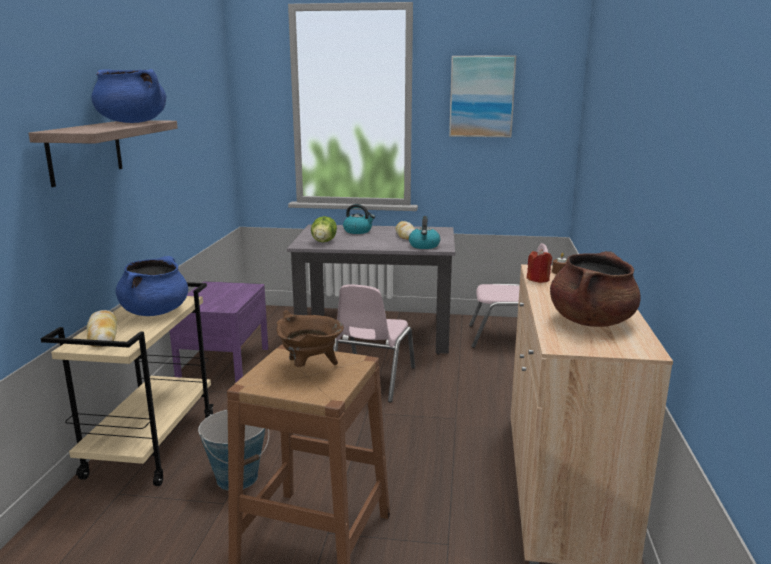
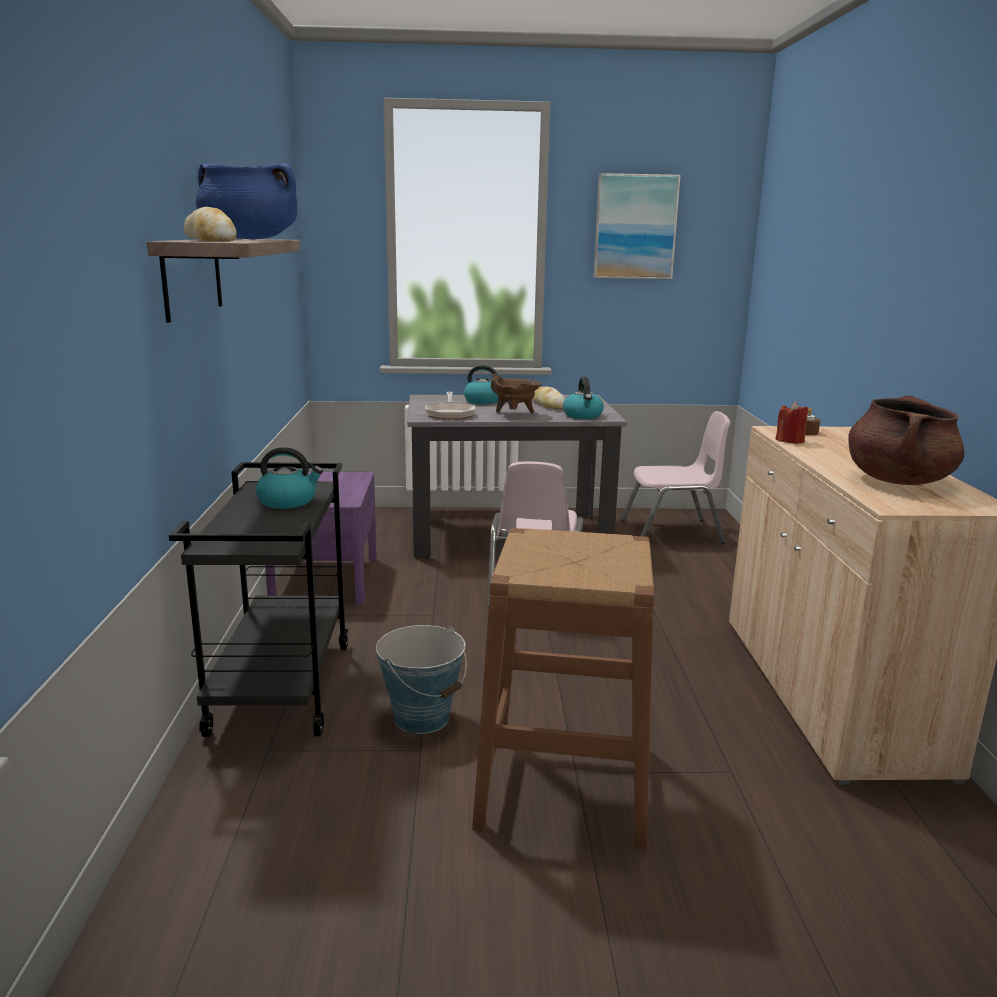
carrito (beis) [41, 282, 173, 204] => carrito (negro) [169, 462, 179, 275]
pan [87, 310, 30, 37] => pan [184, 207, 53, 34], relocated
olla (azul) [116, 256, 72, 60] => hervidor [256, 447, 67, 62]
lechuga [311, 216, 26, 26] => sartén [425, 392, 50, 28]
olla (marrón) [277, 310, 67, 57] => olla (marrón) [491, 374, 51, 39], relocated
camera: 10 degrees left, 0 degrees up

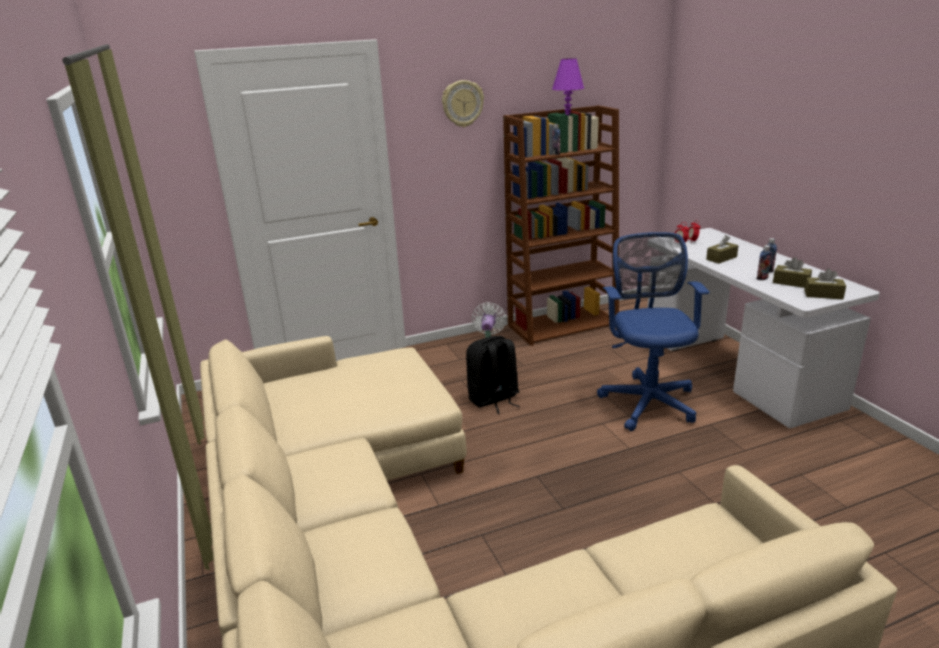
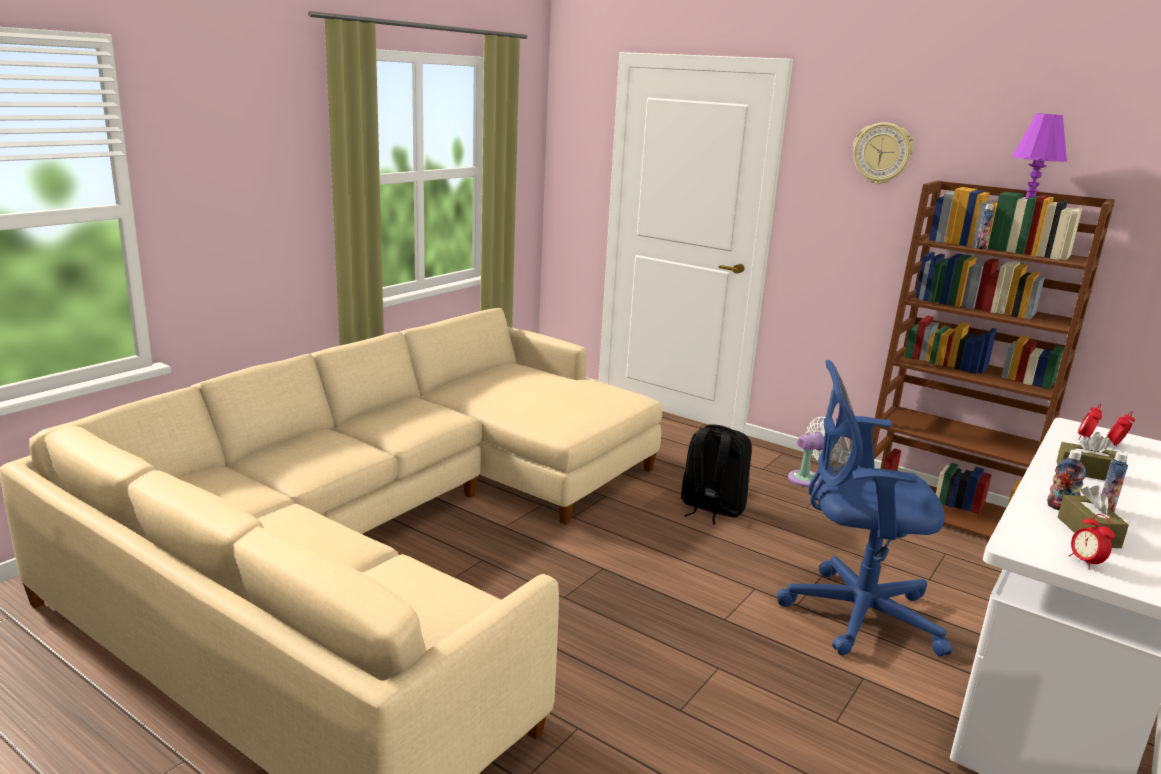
silla de oficina (azul) [597, 232, 113, 199] => silla de oficina (azul) [777, 360, 175, 297], 135 degrees counterclockwise
caja de pañuelos (marrón) [804, 269, 42, 30] => despertador [1069, 514, 46, 56]
camera: 55 degrees right, 5 degrees down

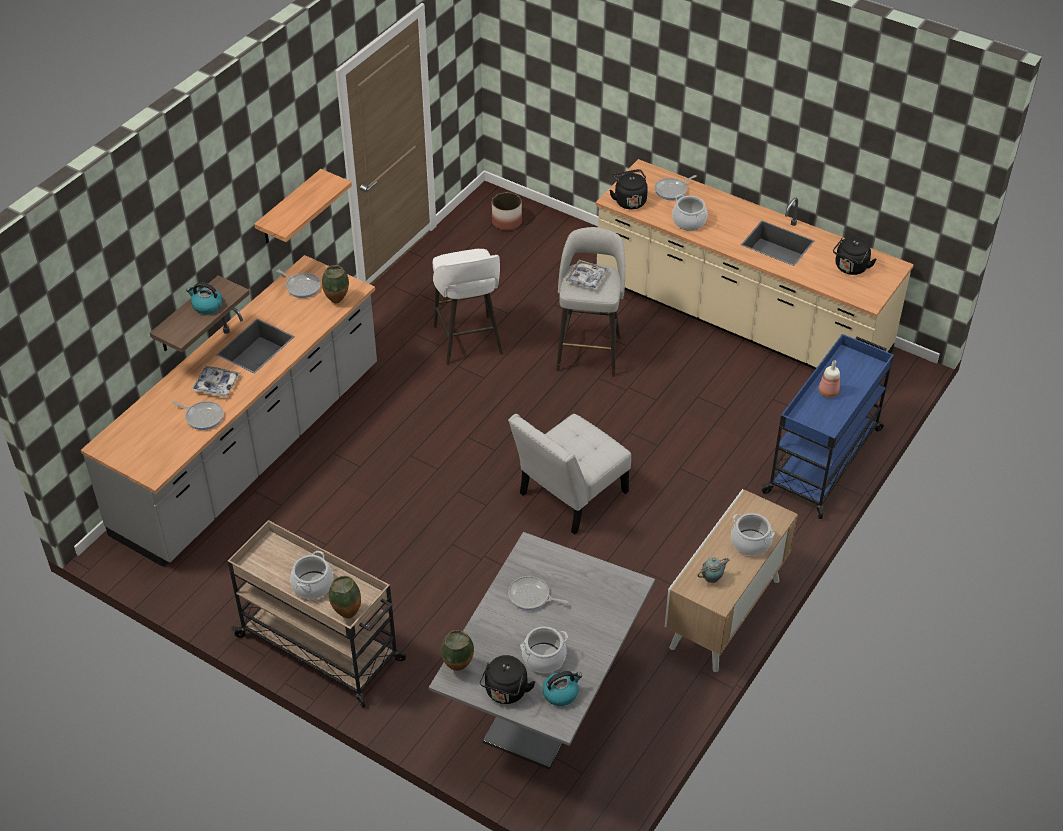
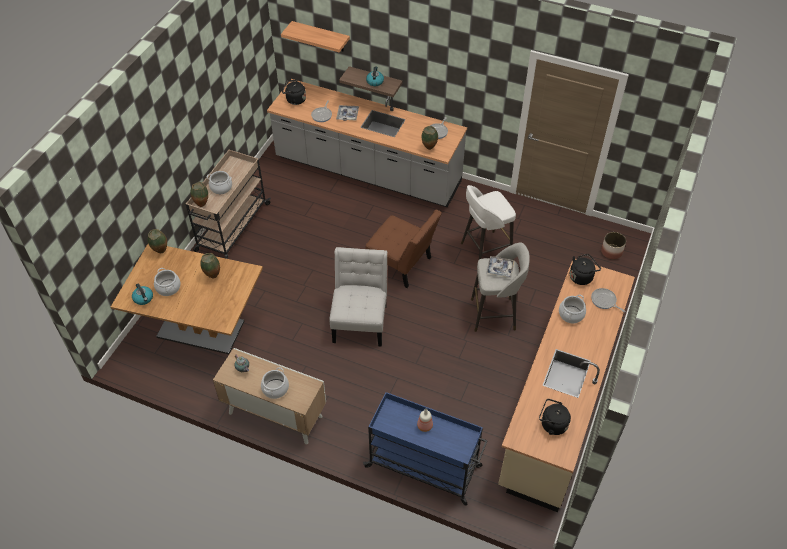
mesa de comedor (gris) [429, 532, 226, 238] => mesa de comedor (marrón) [111, 244, 152, 110]
sartén [508, 576, 60, 34] => florero [200, 253, 20, 26]
estante [254, 169, 98, 74] => estante [281, 21, 69, 31], relocated
hervidor (negro) [480, 655, 55, 49] => hervidor (negro) [282, 80, 24, 25], relocated
silla (blanco) [508, 414, 123, 121] => silla (blanco) [329, 247, 58, 100], 60 degrees clockwise
nothing => silla (marrón) [365, 210, 77, 78]
camera: 80 degrees right, 5 degrees up

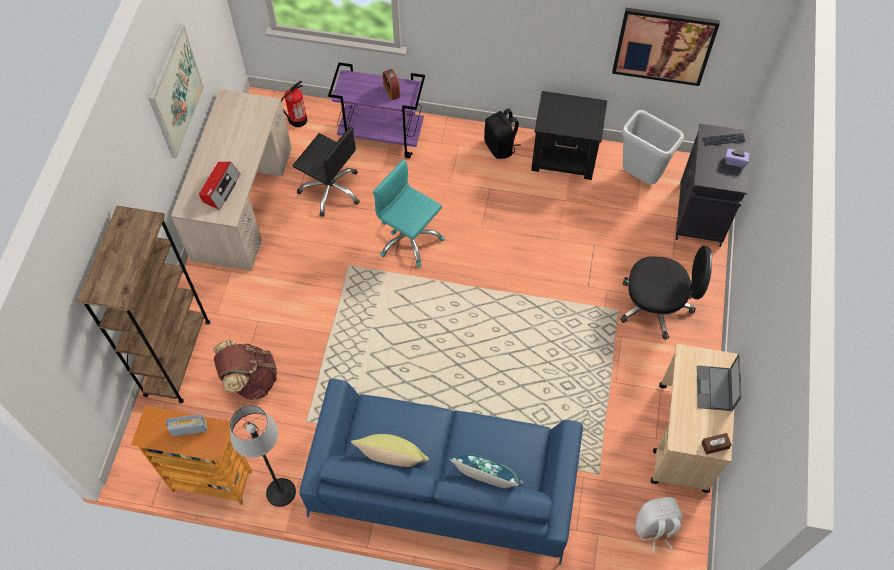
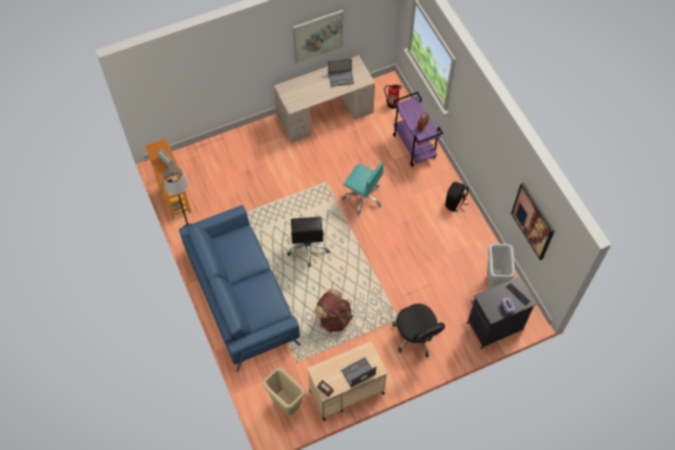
mochila (blanco) [635, 497, 48, 55] => papelera (beis) [262, 368, 43, 47]
silla de oficina (negro) [293, 127, 67, 90] => silla de oficina (negro) [287, 217, 43, 50], relocated
mochila (marrón) [213, 340, 64, 60] => mochila (marrón) [314, 289, 39, 43], relocated
nothing => portátil [328, 59, 26, 28]
silla de oficina (turquesa) [373, 159, 71, 108] => silla de oficina (turquesa) [341, 162, 43, 53], 120 degrees clockwise
estantería (marrón) [77, 206, 134, 197] => nothing
radio [199, 162, 41, 48] => nothing
cojín (amarillo) [351, 434, 78, 33] => nothing
cojín (azul) [450, 454, 73, 34] => nothing
mesita de noche (negro) [531, 91, 76, 89] => nothing
camera: 55 degrees right, 0 degrees up

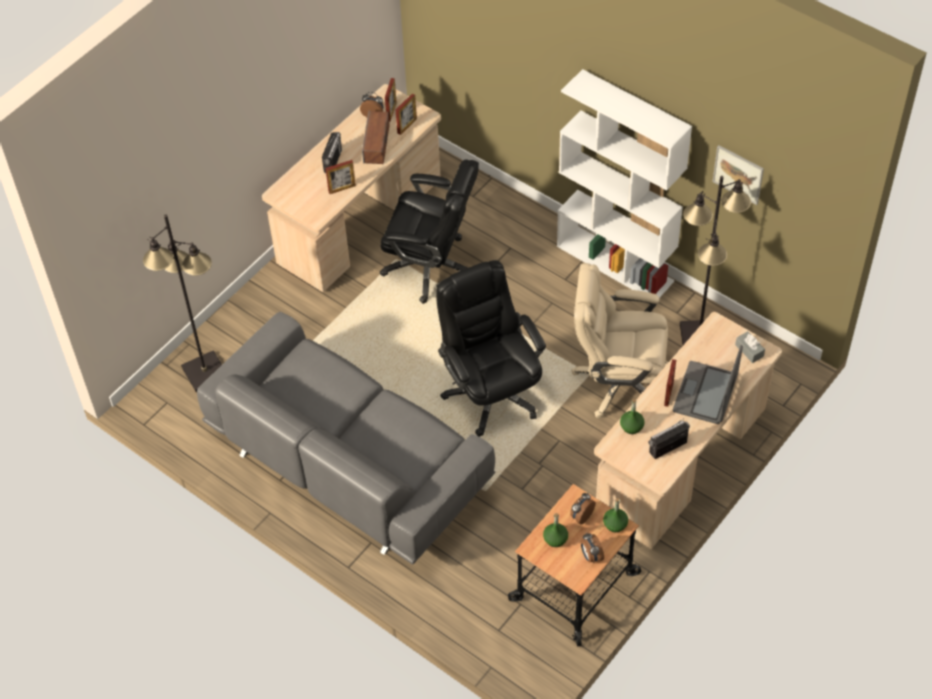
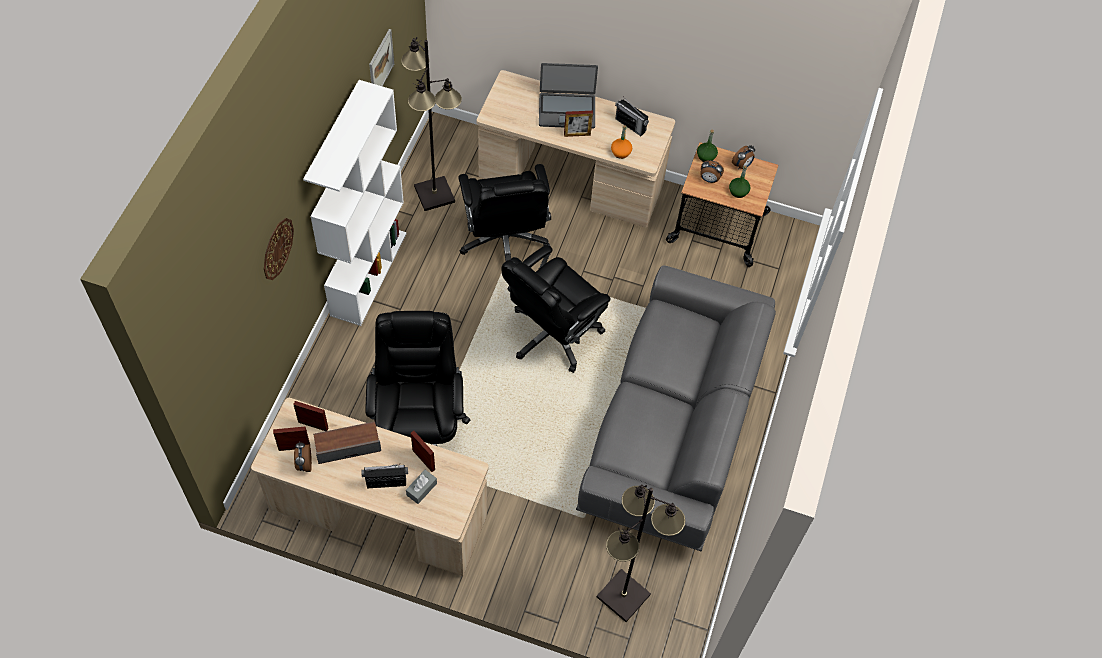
nothing => reloj de pared [264, 218, 30, 62]
caja de pañuelos (gris) [735, 331, 30, 32] => caja de pañuelos (gris) [406, 470, 31, 34], relocated
silla de oficina (beis) [572, 263, 96, 156] => silla de oficina (negro) [458, 164, 93, 97]
botella (verde) [620, 399, 25, 35] => botella (naranja) [611, 125, 21, 34]
camera: 115 degrees left, 5 degrees up

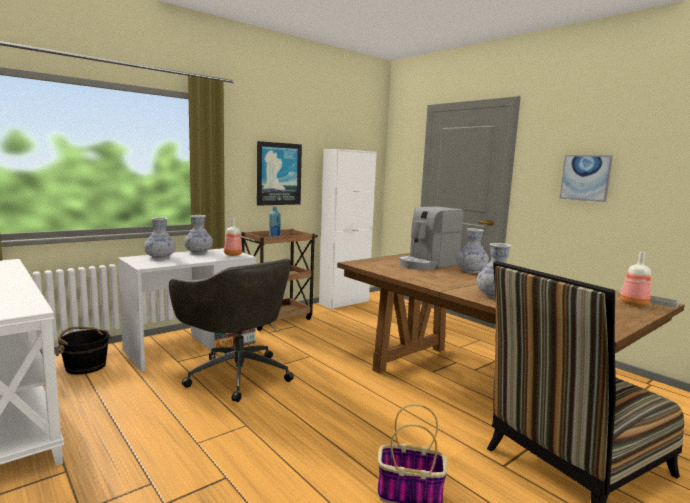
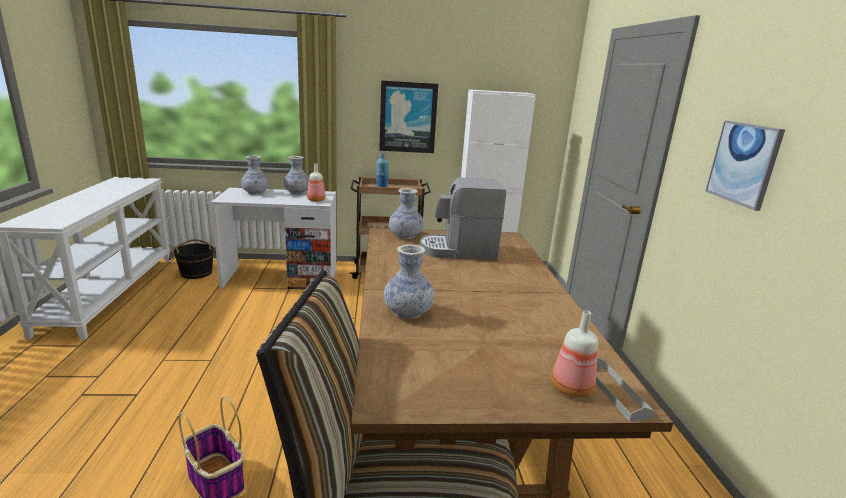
florero [456, 228, 33, 45] => florero [389, 188, 35, 51], relocated
silla de oficina (gris) [169, 259, 125, 143] => nothing
camera: 35 degrees right, 10 degrees up

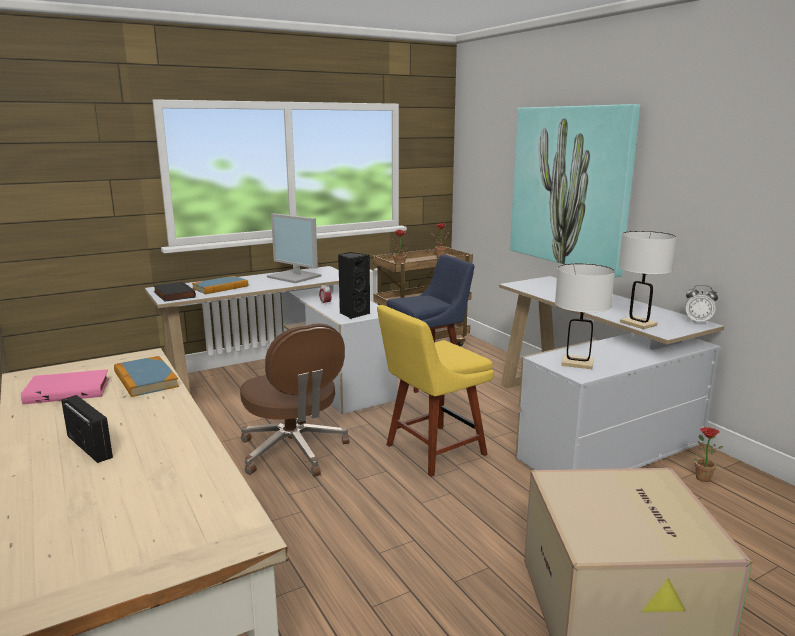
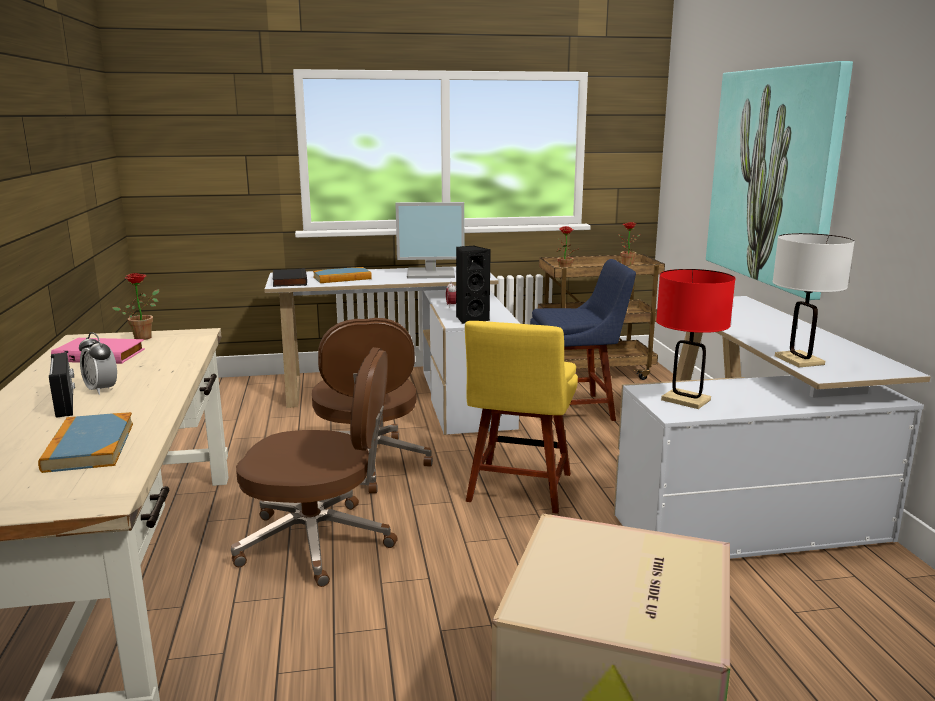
libro [114, 356, 65, 41] => libro [38, 412, 95, 61], relocated
despertador [686, 285, 32, 39] => despertador [79, 332, 38, 63], relocated
planta en maceta [694, 427, 29, 55] => planta en maceta [112, 273, 48, 67], relocated
nothing => silla de oficina (marrón) [231, 347, 167, 240]
monitor [267, 213, 55, 70] => monitor [395, 202, 69, 77], 60 degrees counterclockwise
silla (amarillo) [377, 305, 117, 172] => silla (amarillo) [465, 321, 113, 193], 60 degrees counterclockwise
lámpara de mesa (blanco) [555, 263, 60, 106] => lámpara de mesa (rojo) [656, 269, 79, 140]
camera: 20 degrees right, 0 degrees up

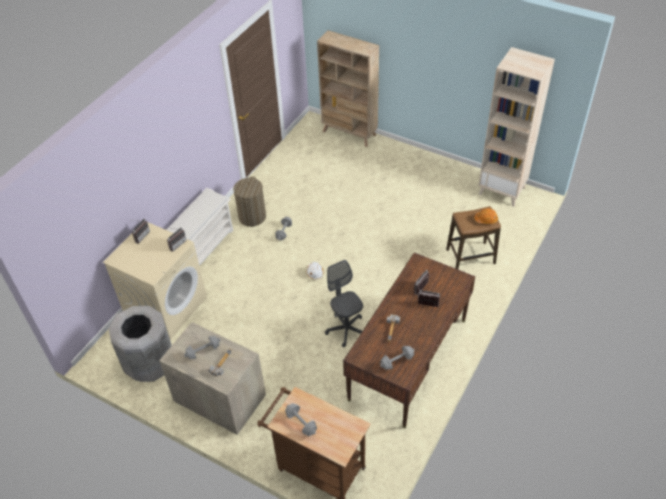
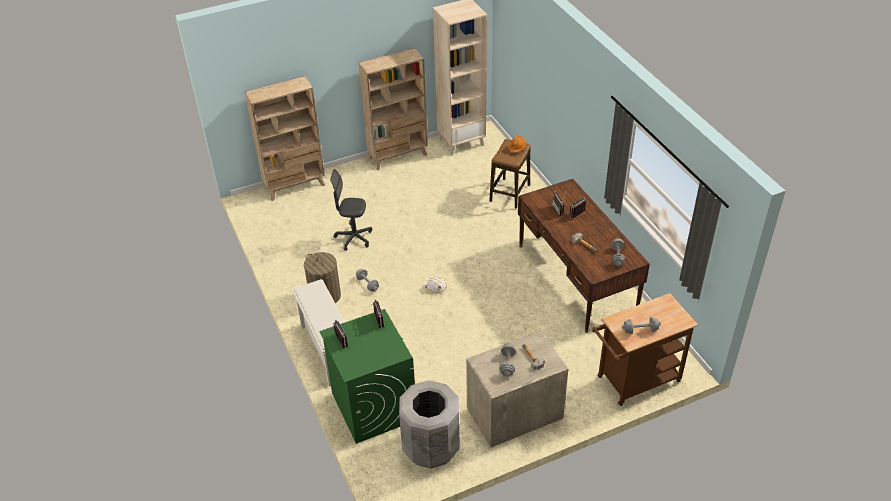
lavadora (beis) [103, 222, 104, 118] => lavadora (verde) [319, 309, 96, 135]
silla de oficina (gris) [325, 260, 38, 87] => silla de oficina (gris) [330, 169, 42, 82], relocated
nothing => estantería (beis) [359, 48, 69, 122]
camera: 55 degrees left, 5 degrees down

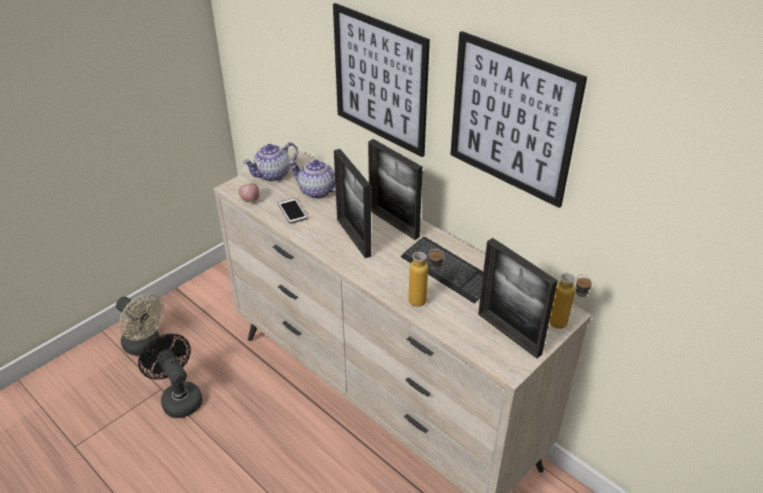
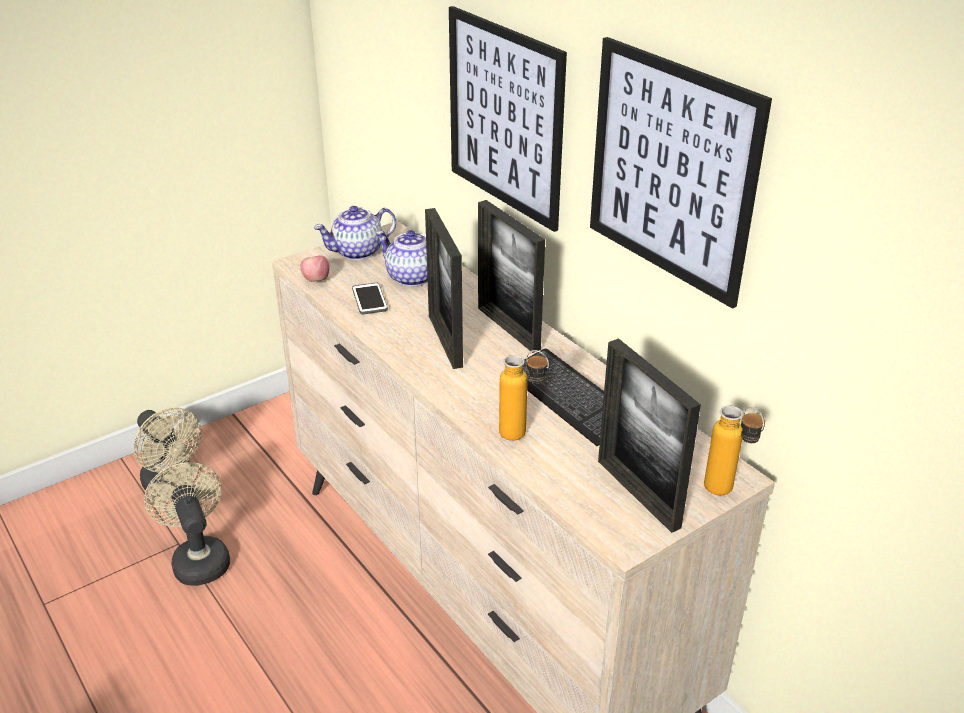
ventilador (negro) [138, 334, 64, 84] => ventilador (beis) [144, 462, 86, 124]
camera: 10 degrees right, 5 degrees down

